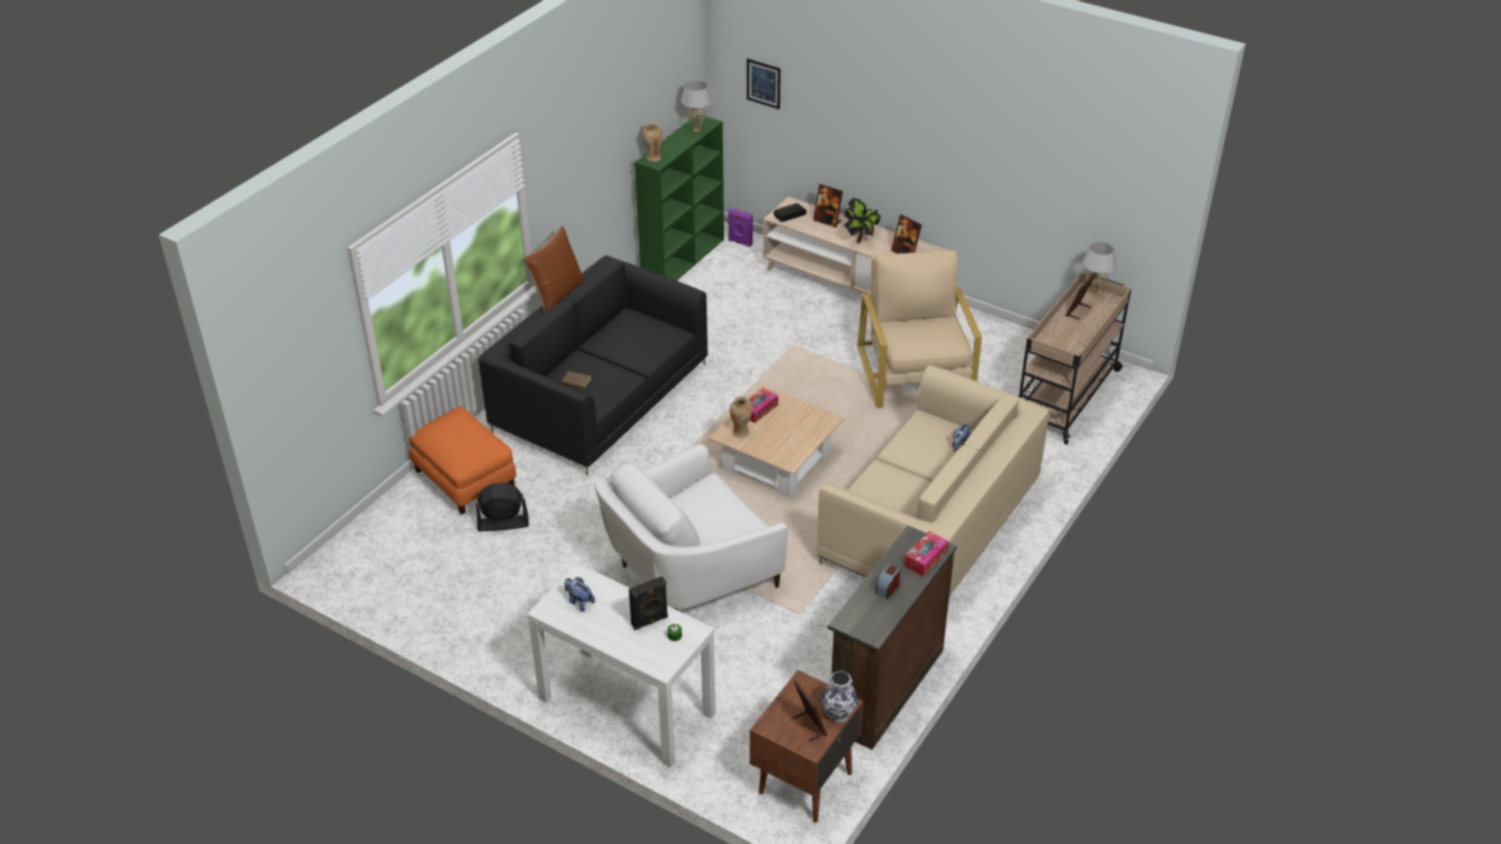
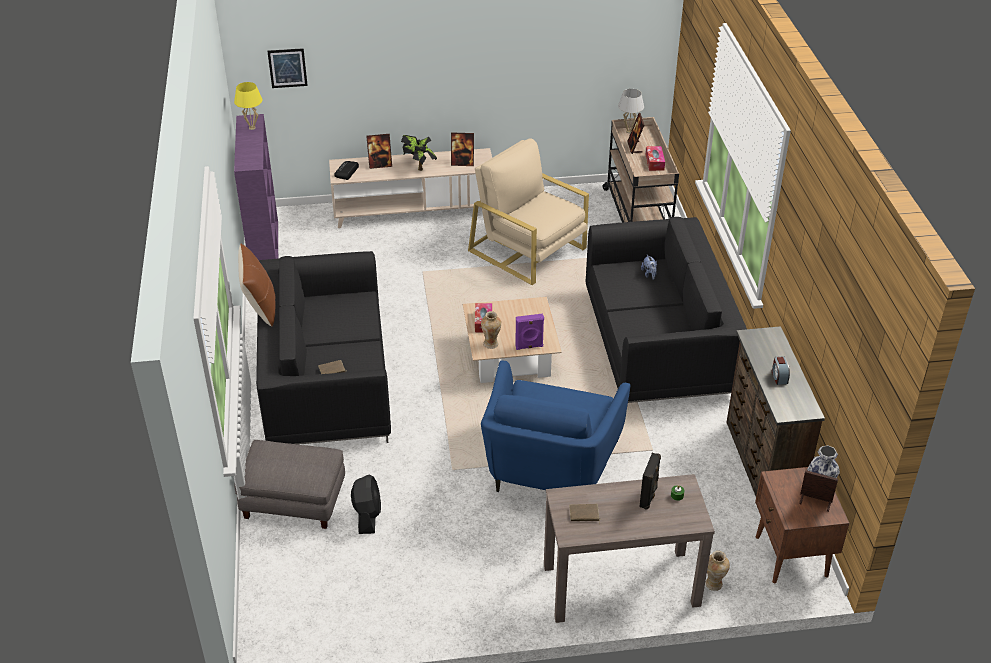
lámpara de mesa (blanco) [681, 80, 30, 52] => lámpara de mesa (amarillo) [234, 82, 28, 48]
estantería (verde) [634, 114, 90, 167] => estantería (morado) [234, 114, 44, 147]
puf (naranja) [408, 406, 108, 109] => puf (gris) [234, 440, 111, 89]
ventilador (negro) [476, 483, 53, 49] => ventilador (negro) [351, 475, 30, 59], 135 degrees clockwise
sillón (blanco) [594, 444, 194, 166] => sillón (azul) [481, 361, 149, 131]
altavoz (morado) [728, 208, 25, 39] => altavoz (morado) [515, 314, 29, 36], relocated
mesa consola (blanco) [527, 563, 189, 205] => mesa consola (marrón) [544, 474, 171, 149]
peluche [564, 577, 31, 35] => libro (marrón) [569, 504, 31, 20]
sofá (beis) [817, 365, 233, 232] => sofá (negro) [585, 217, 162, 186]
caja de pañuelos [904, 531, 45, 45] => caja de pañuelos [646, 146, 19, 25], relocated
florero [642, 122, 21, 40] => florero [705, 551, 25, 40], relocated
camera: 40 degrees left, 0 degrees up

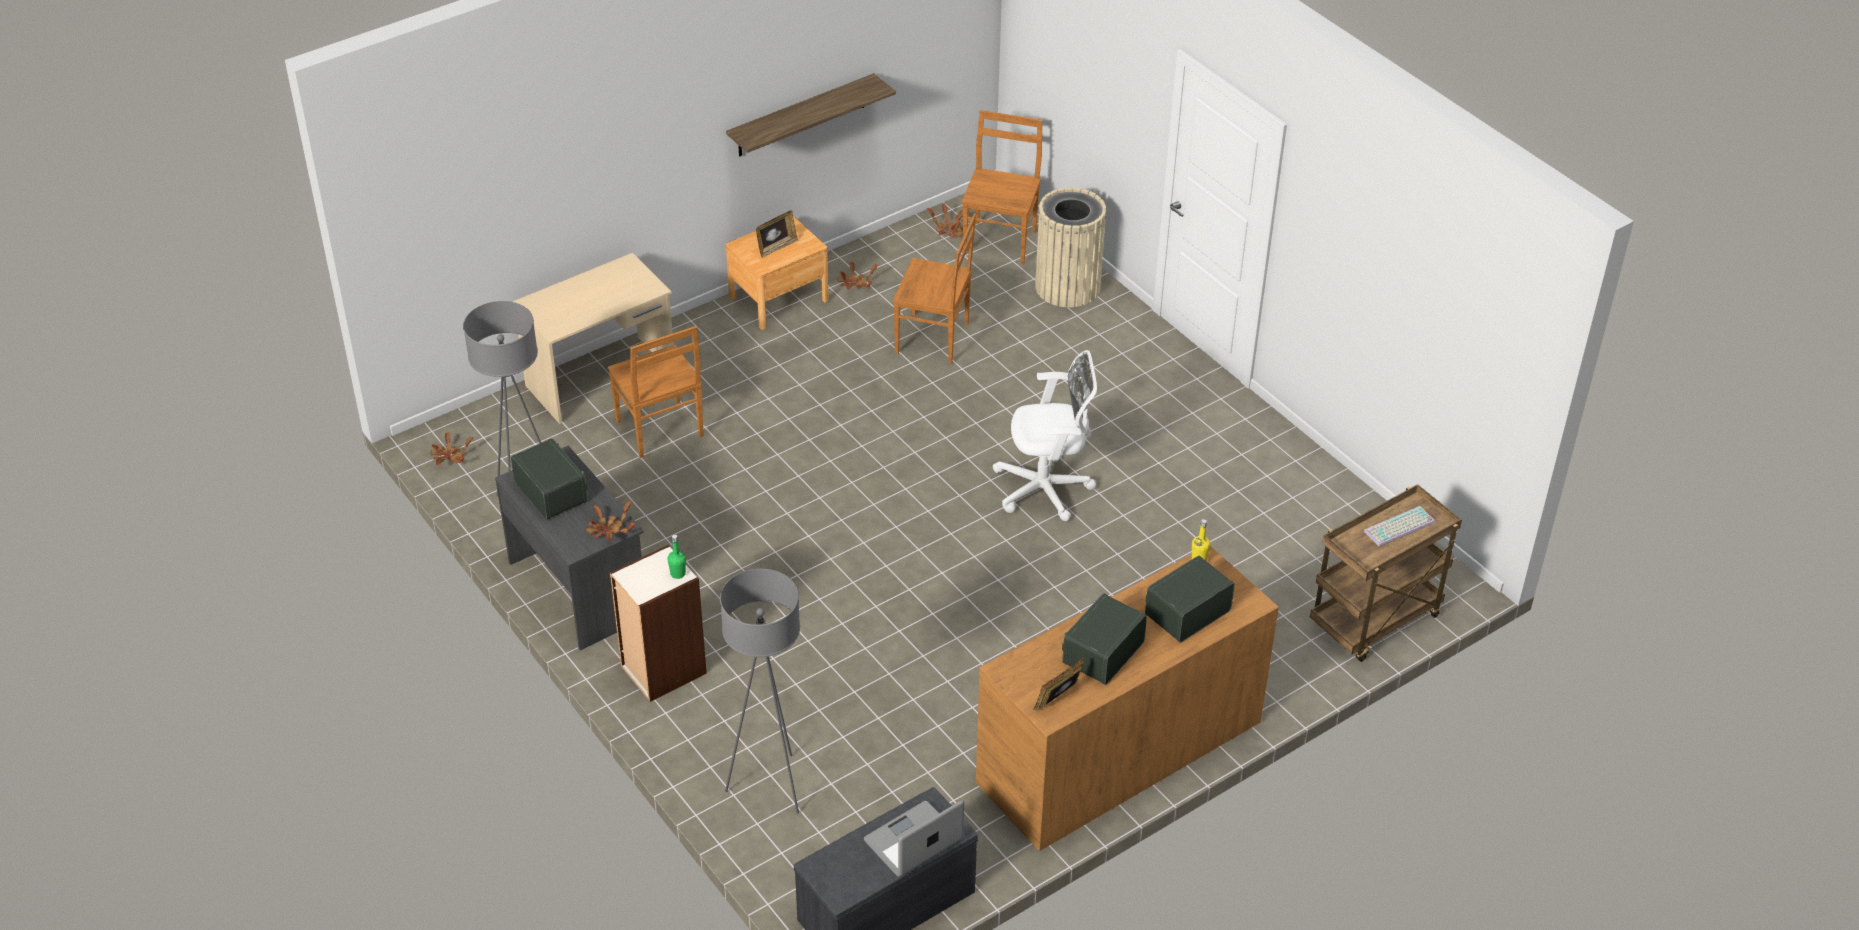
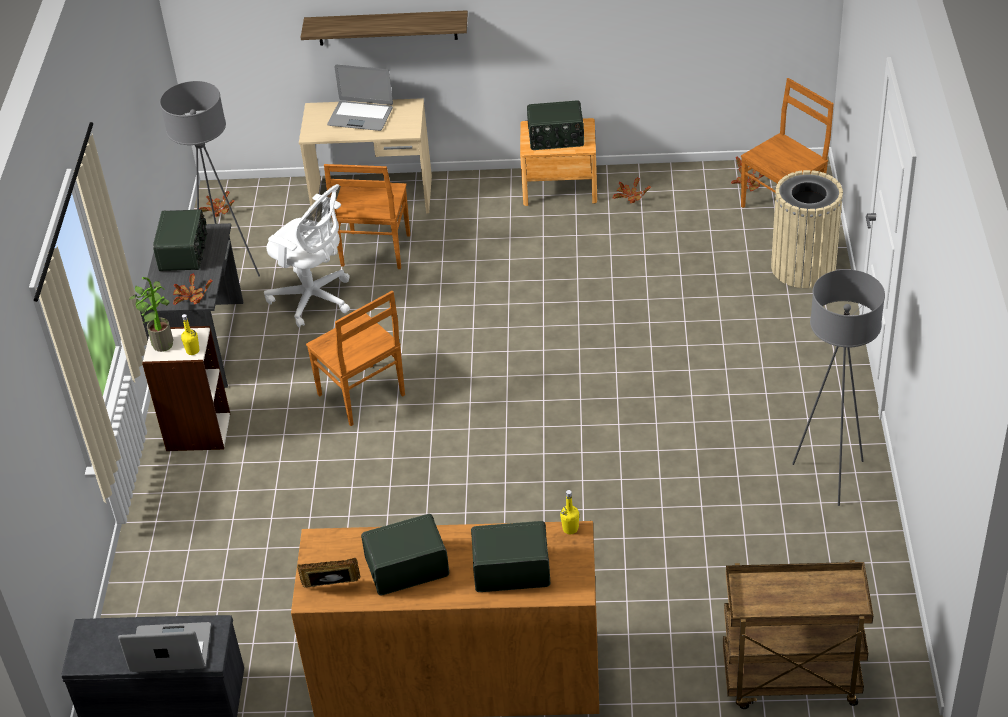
nothing => planta en maceta [129, 277, 44, 75]
botella (verde) [668, 535, 18, 44] => botella (amarillo) [181, 314, 18, 41]
silla de oficina (blanco) [993, 350, 104, 171] => silla de oficina (blanco) [264, 184, 86, 144], relocated
estante [726, 73, 170, 83] => estante [301, 10, 167, 35], relocated
silla (marrón) [893, 213, 83, 151] => silla (marrón) [306, 291, 99, 135], relocated
nothing => portátil [327, 65, 66, 66]
portarretratos [756, 210, 42, 48] => radio [527, 100, 57, 50]
lámpara de pie (gris) [720, 569, 80, 245] => lámpara de pie (gris) [792, 269, 93, 237], relocated
teclado [1364, 506, 71, 41] => nothing
camera: 40 degrees right, 0 degrees up

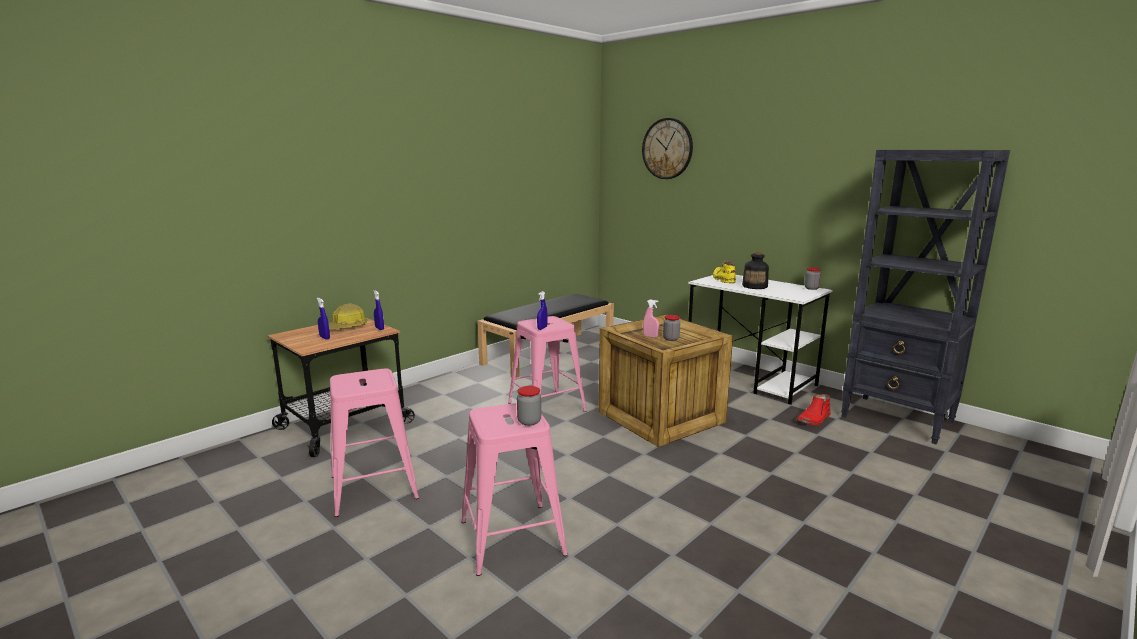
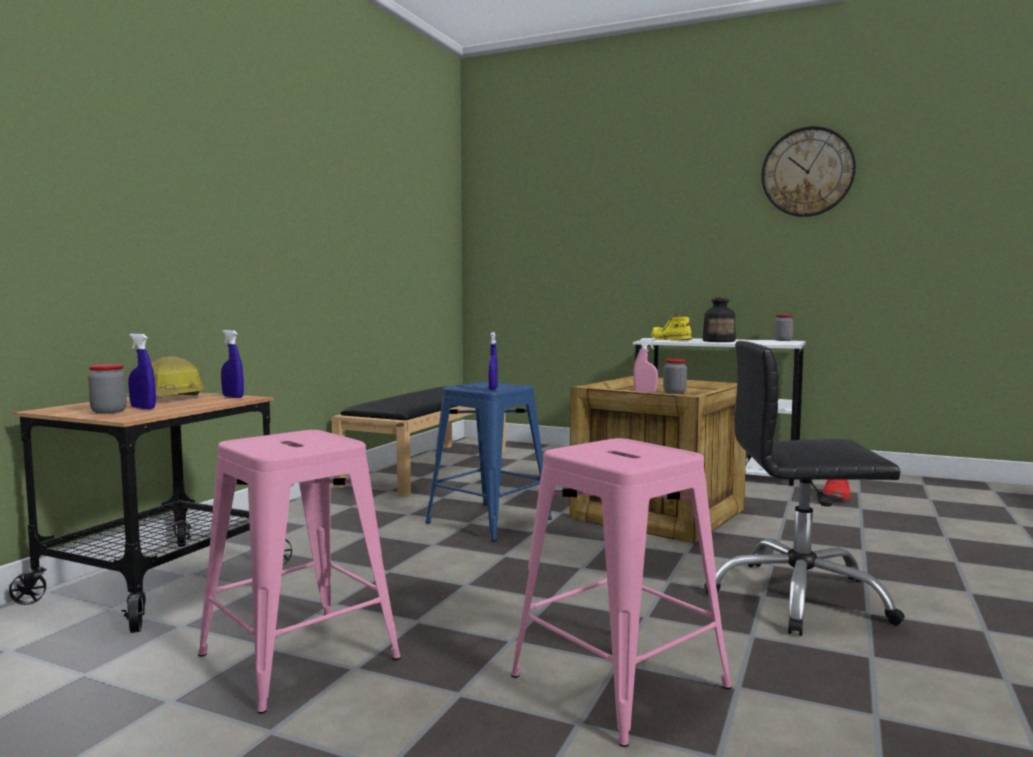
tarro [517, 386, 24, 40] => tarro [88, 364, 39, 50], relocated
taburete (rosa) [508, 316, 79, 96] => taburete (azul) [425, 382, 127, 160]
nothing => silla de oficina (negro) [704, 341, 201, 295]
reloj de pared [642, 118, 51, 61] => reloj de pared [761, 126, 95, 91], relocated
estantería (negro) [841, 150, 169, 294] => nothing
camera: 20 degrees left, 10 degrees down

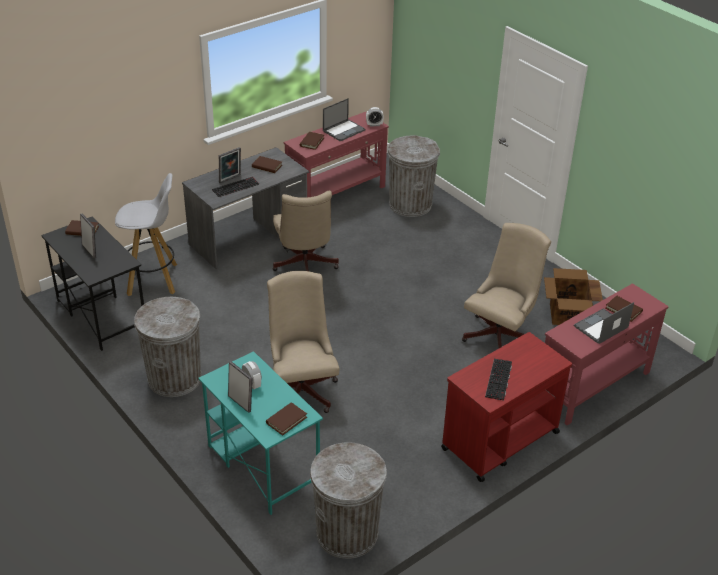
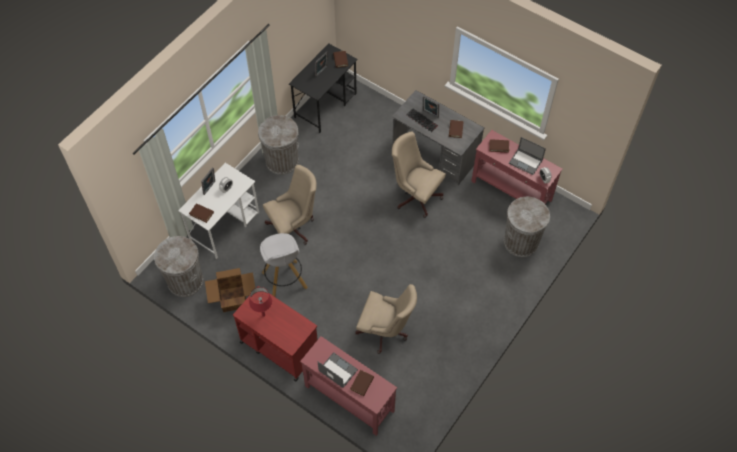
escritorio (turquesa) [198, 351, 125, 164] => escritorio (blanco) [178, 163, 81, 96]
caja de cartón [544, 268, 59, 57] => caja de cartón [205, 268, 50, 44], relocated
teclado [485, 359, 27, 42] => lámpara de mesa (rojo) [249, 287, 23, 30]
taburete (blanco) [115, 173, 62, 123] => taburete (blanco) [260, 233, 48, 64], relocated
silla de oficina (beis) [272, 190, 67, 81] => silla de oficina (beis) [392, 131, 54, 87], 60 degrees clockwise
camera: 75 degrees right, 20 degrees up

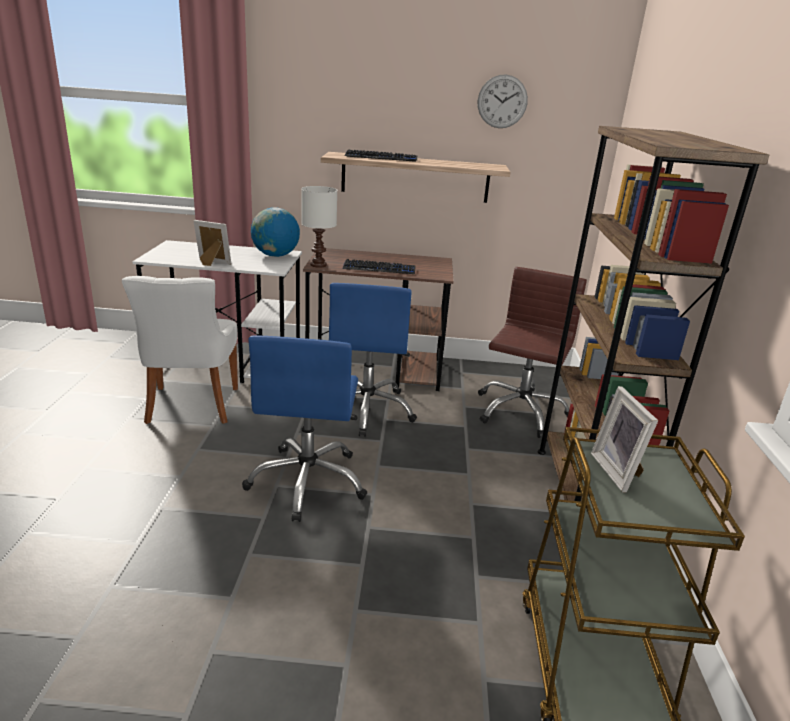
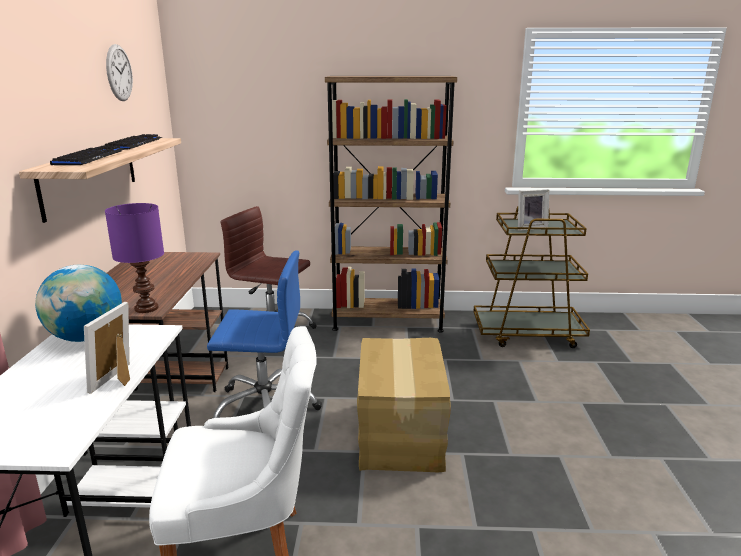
teclado [343, 259, 73, 15] => teclado [104, 134, 58, 16], relocated
lámpara de mesa (blanco) [301, 186, 36, 82] => lámpara de mesa (morado) [105, 203, 59, 110]
silla de oficina (azul) [242, 335, 125, 187] => caja de cartón [357, 338, 94, 134]
camera: 90 degrees left, 5 degrees down

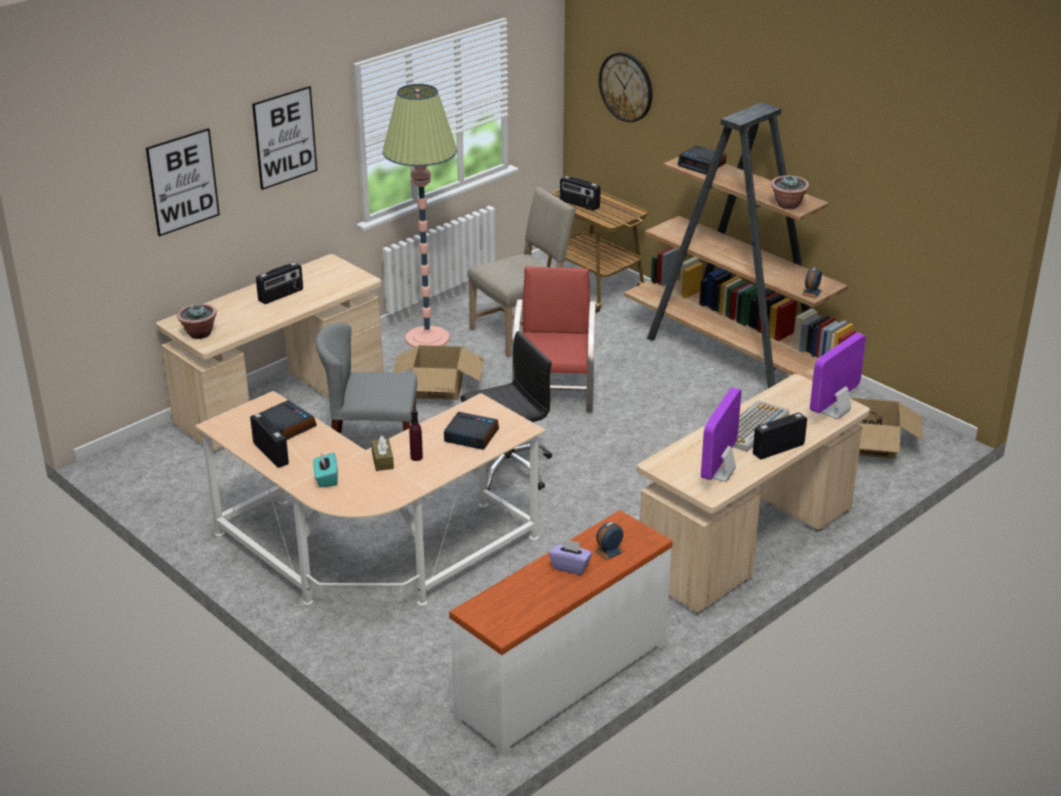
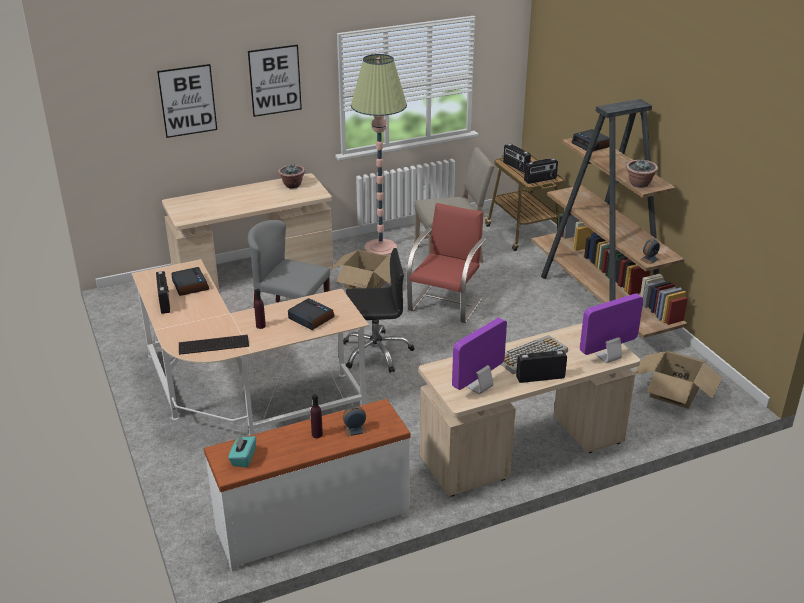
nothing => teclado [179, 335, 70, 20]
caja de pañuelos (turquesa) [313, 453, 25, 34] => caja de pañuelos (turquesa) [228, 435, 28, 33], relocated
planta en maceta [177, 303, 40, 36] => planta en maceta [278, 164, 27, 25], relocated
caja de pañuelos (morado) [549, 539, 43, 36] => botella (morado) [310, 394, 13, 44]
radio [256, 262, 47, 42] => radio [524, 158, 34, 26], relocated
caja de pañuelos (marrón) [371, 435, 23, 36] => nothing
reloj de pared [599, 52, 53, 70] => nothing
camera: 20 degrees right, 0 degrees up

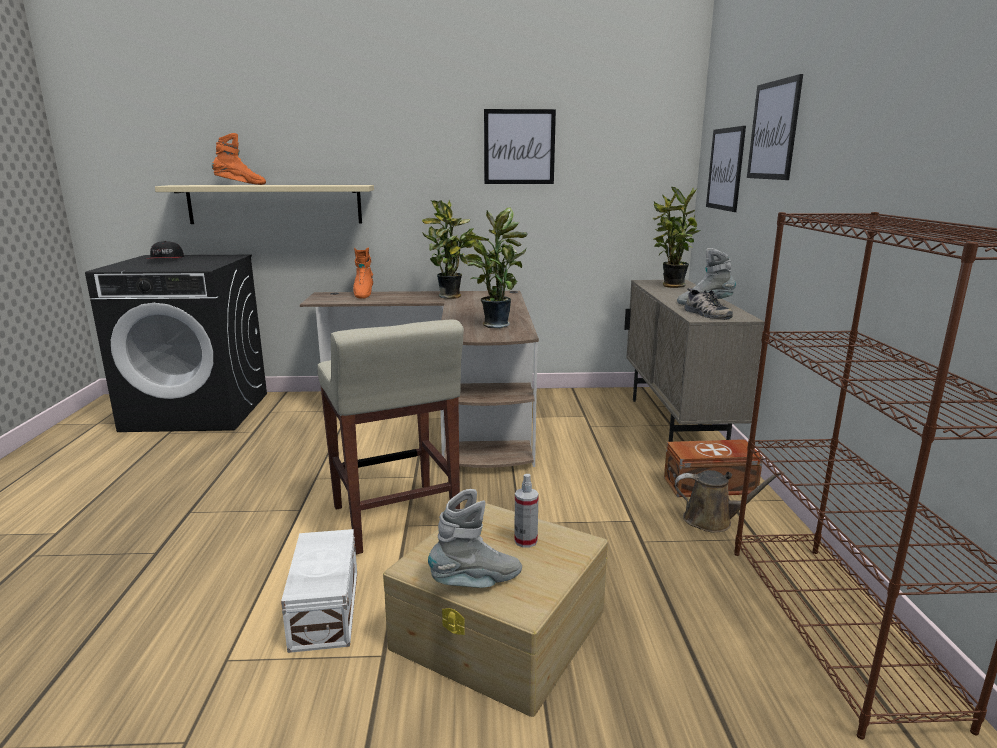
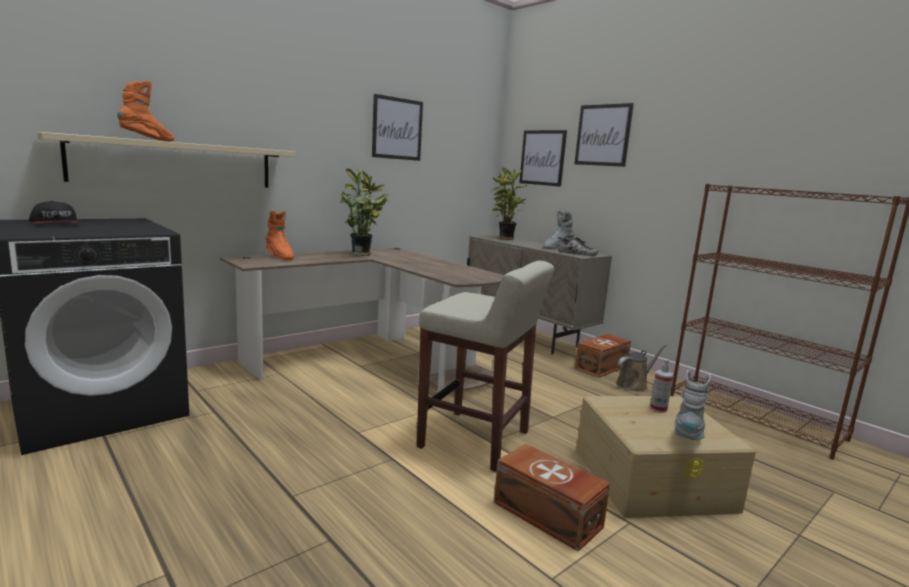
caja de almacenaje (blanco) [281, 529, 76, 124] => caja de almacenaje (marrón) [494, 444, 116, 108]
planta en maceta [464, 208, 64, 120] => nothing
camera: 40 degrees left, 5 degrees down

